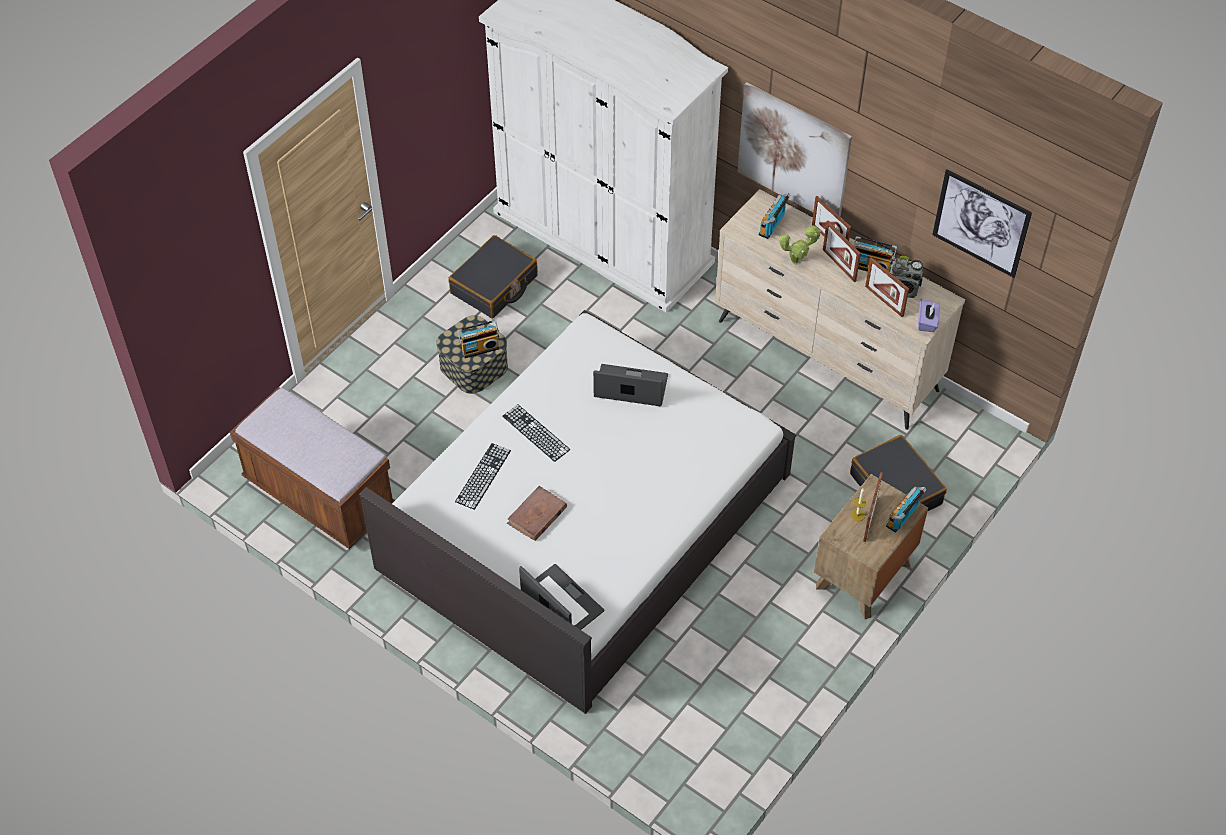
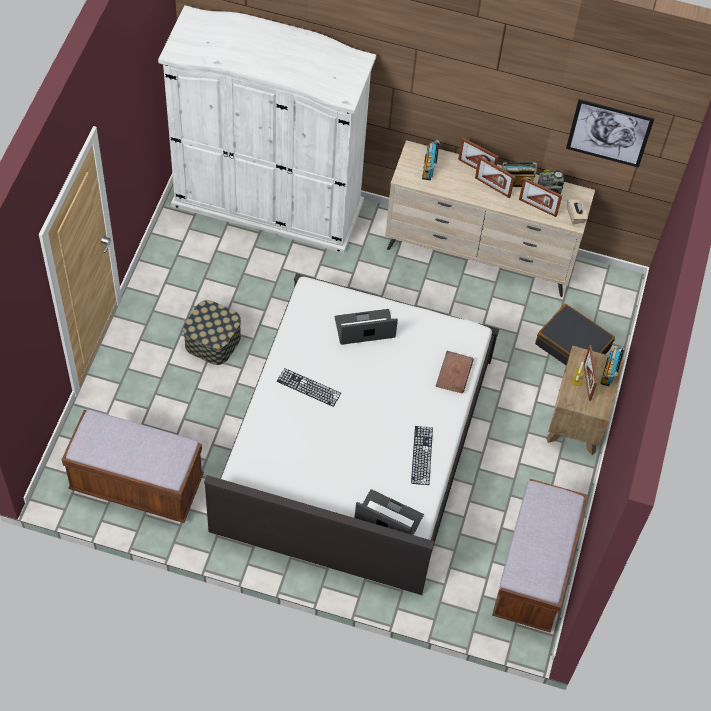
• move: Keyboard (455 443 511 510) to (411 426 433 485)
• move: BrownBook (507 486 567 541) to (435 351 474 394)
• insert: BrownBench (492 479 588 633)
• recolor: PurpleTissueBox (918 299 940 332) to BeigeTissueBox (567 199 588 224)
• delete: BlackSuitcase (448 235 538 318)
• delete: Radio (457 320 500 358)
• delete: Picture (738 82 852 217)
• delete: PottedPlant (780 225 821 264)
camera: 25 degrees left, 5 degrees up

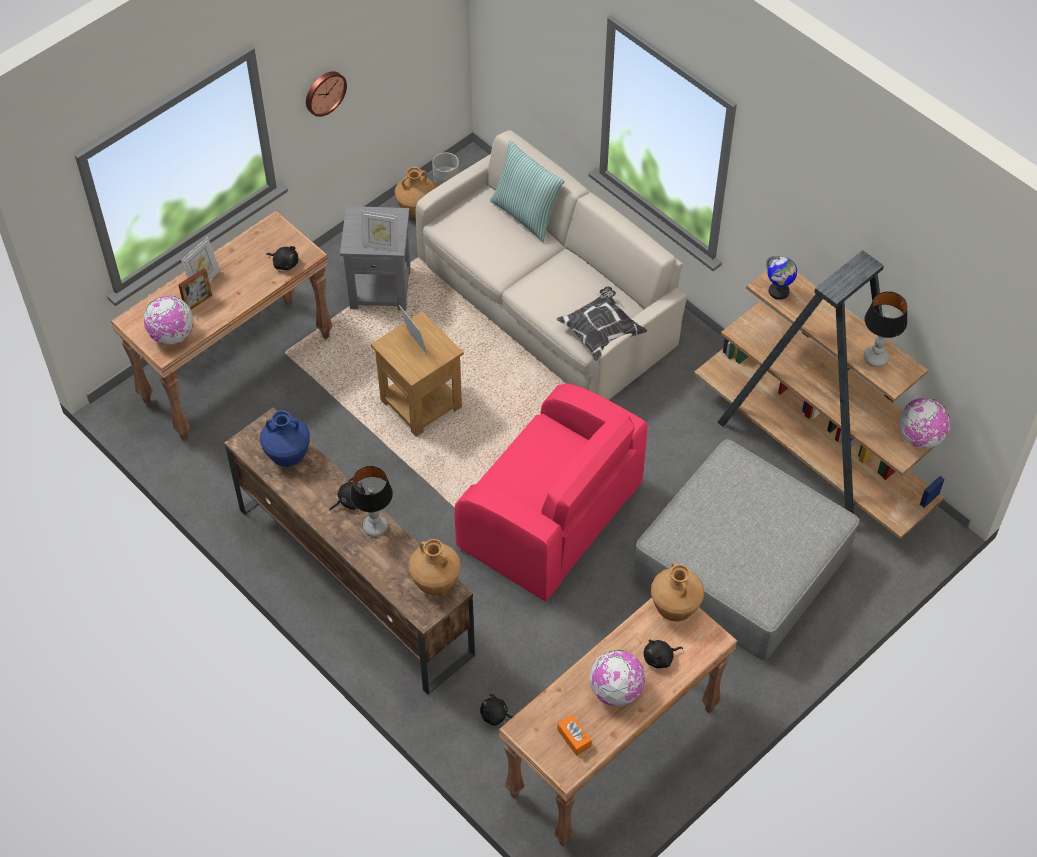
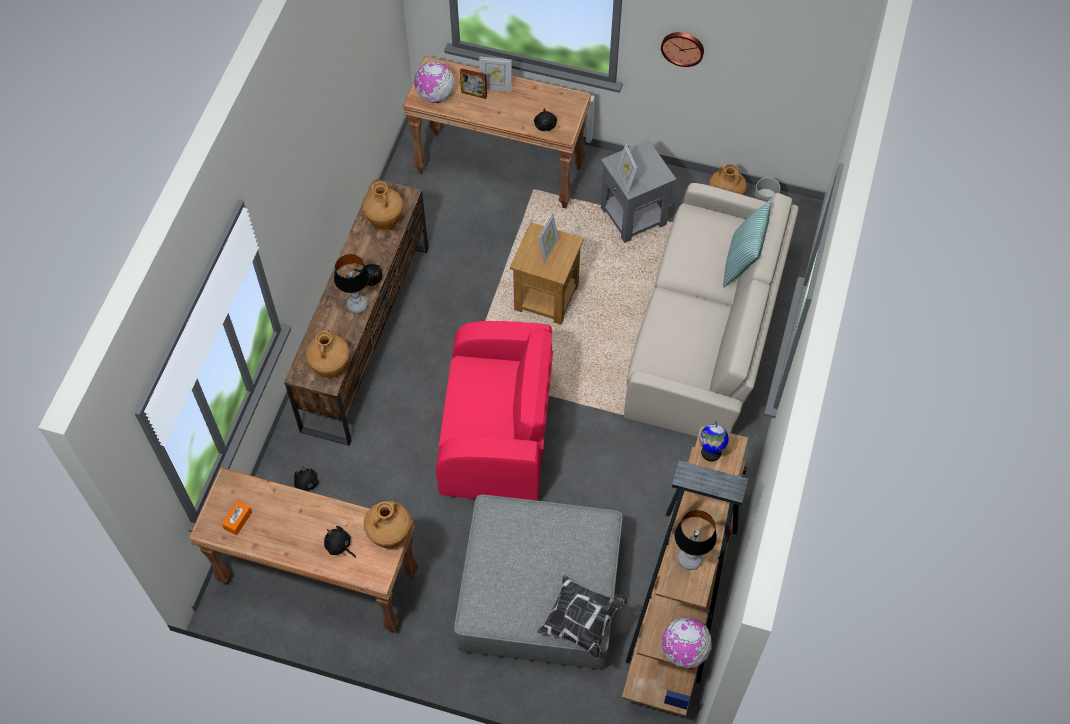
• recolor: BlueVase (260 411 310 467) to BrownVase (362 182 403 230)
• rotate: PinkArmchair (454 383 647 602) = (436 321 553 501) 90 degrees counterclockwise
• move: Pillow (557 286 648 361) to (537 575 628 659)
• delete: Globe (589 650 645 706)
camera: 60 degrees right, 5 degrees up

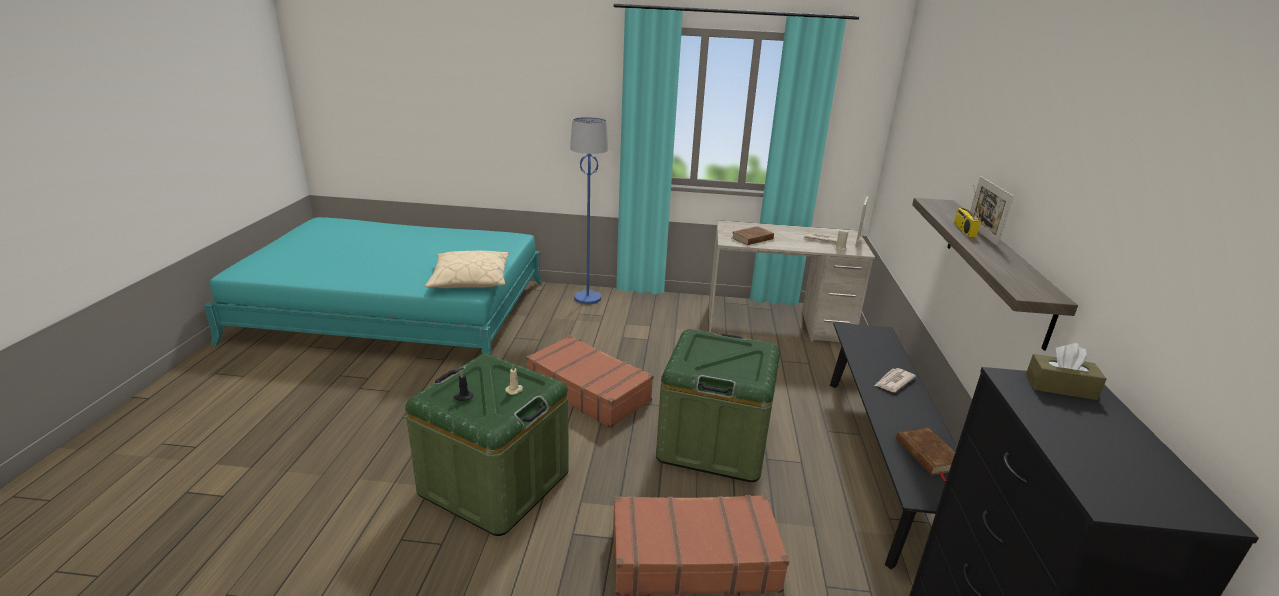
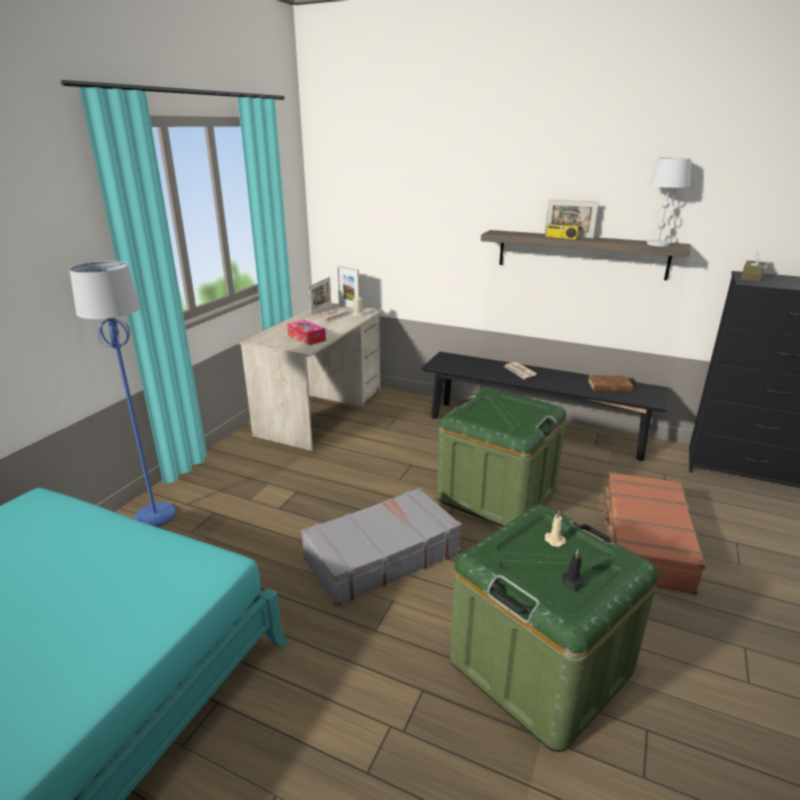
• replace: BrownBook (732 226 774 245) to TissueBox (287 320 326 345)
• recolor: BrownSuitcase (526 335 654 428) to GreySuitcase (301 487 462 606)
• insert: PictureFrame (309 277 331 315)
• insert: WhiteTableLamp (647 158 691 246)
• delete: BeigePillow (425 251 509 288)
camera: 70 degrees left, 0 degrees up

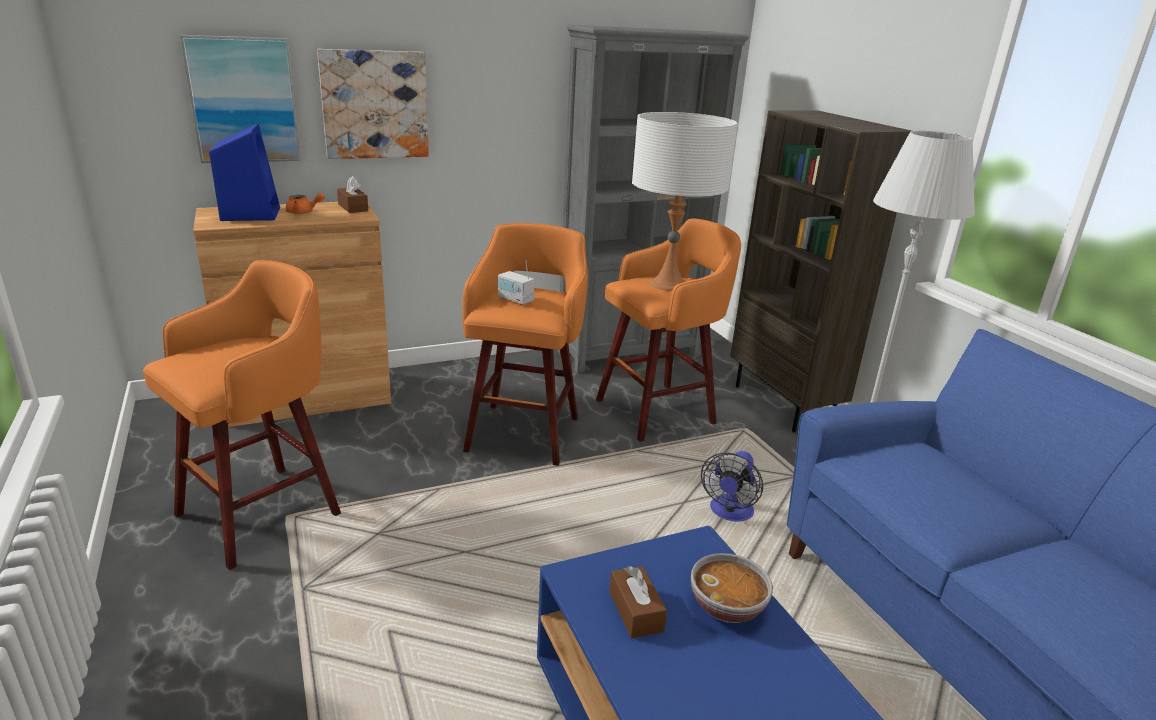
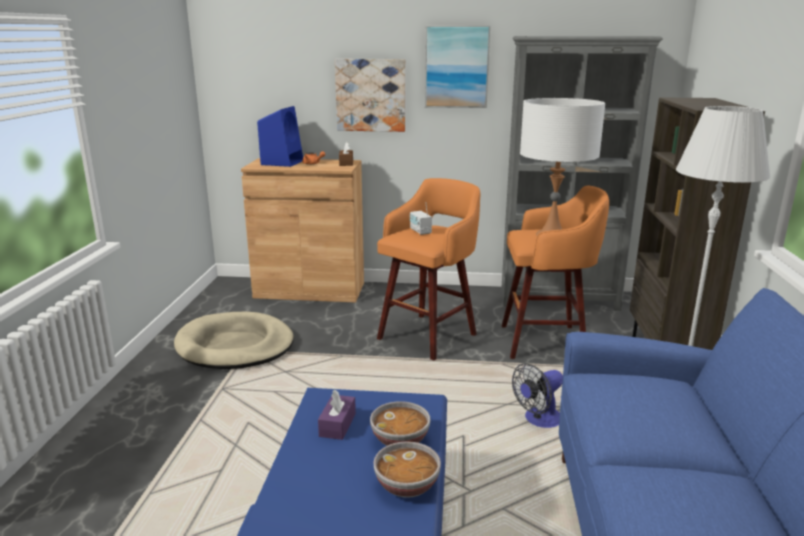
• replace: OrangeStool (143 260 341 570) to BeigeDogBed (174 312 294 369)
• recolor: BrownTissueBox (609 566 667 638) to PurpleTissueBox (318 390 356 440)
• insert: Bowl (373 441 441 498)
• move: Picture (180 35 301 163) to (425 26 490 108)
camera: 30 degrees right, 5 degrees down

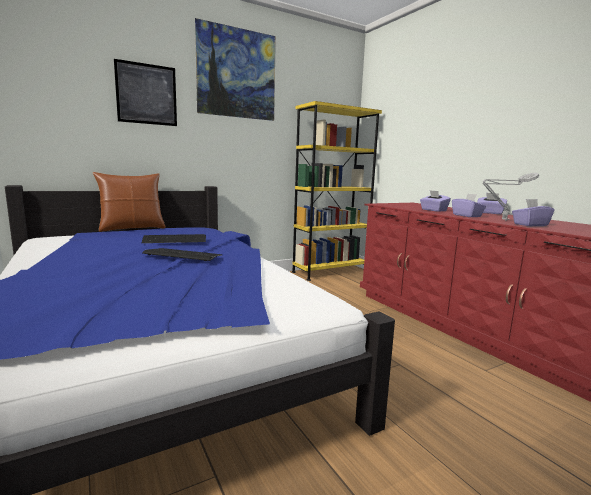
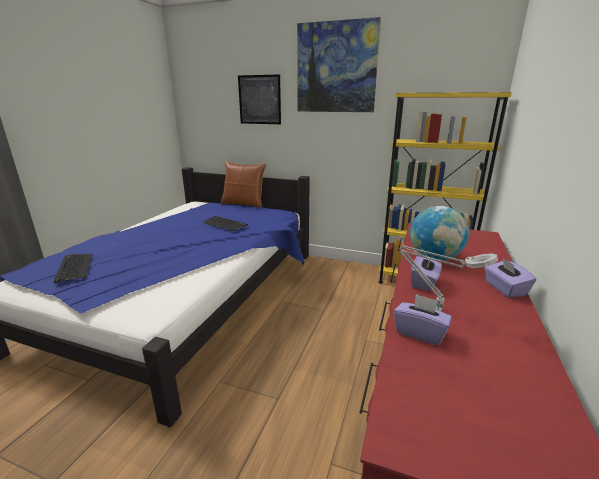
• move: Keyboard (142 248 223 261) to (54 254 92 283)
• replace: PurpleTissueBox (420 190 451 212) to Globe (410 206 469 260)
camera: 50 degrees right, 10 degrees up

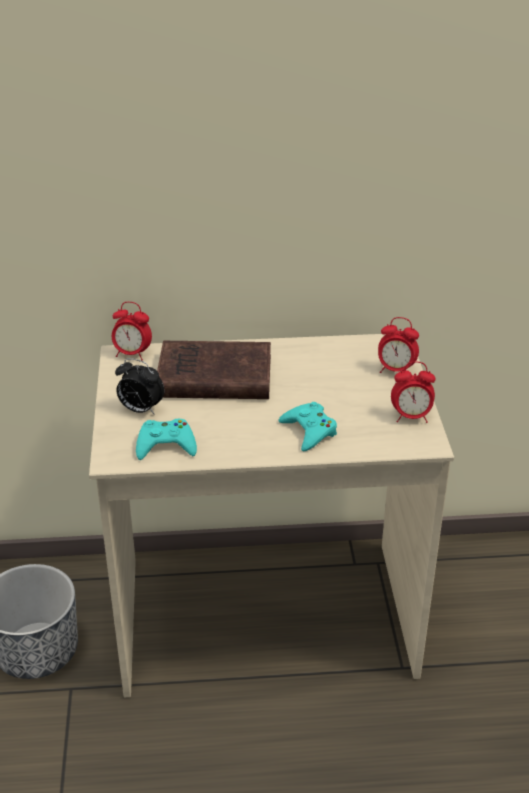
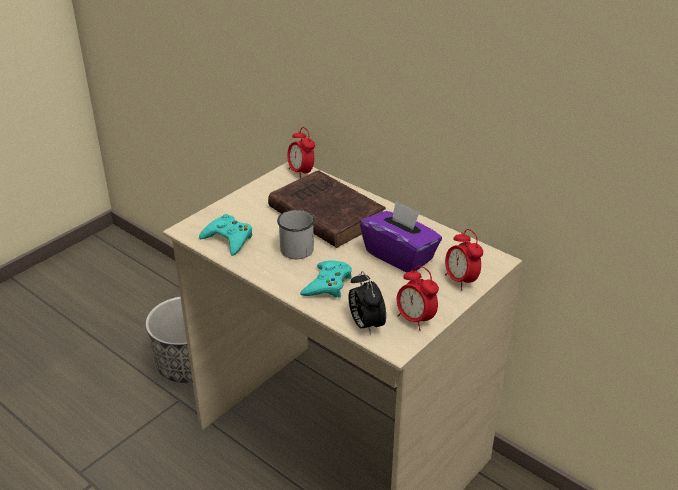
• insert: WhiteMug (277 209 315 259)
• move: AlarmClock (115 358 165 415) to (349 271 386 335)
• insert: PurpleTissueBox (360 201 442 272)
camera: 45 degrees right, 0 degrees up

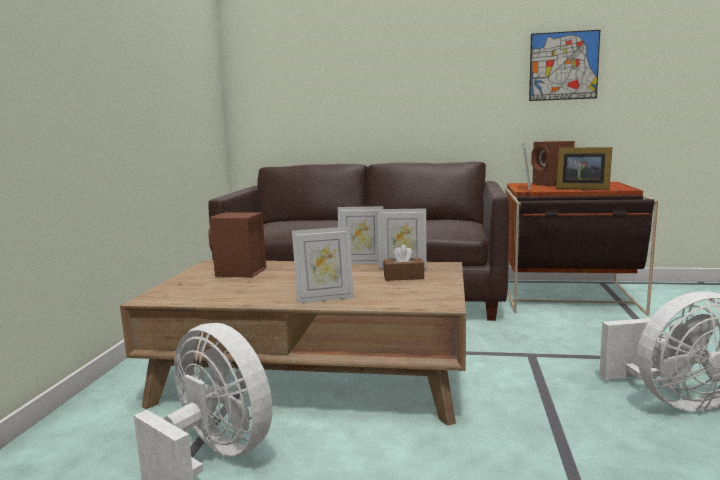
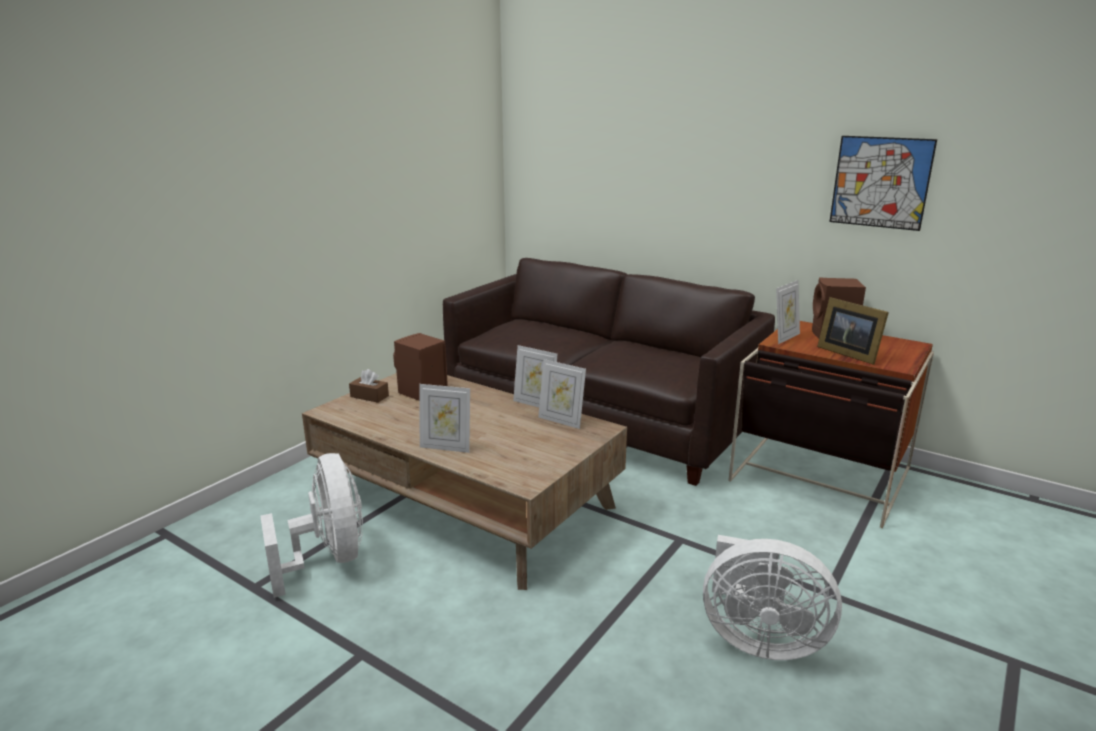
• move: BrownTissueBox (383 245 424 281) to (349 369 389 403)
camera: 25 degrees right, 10 degrees up

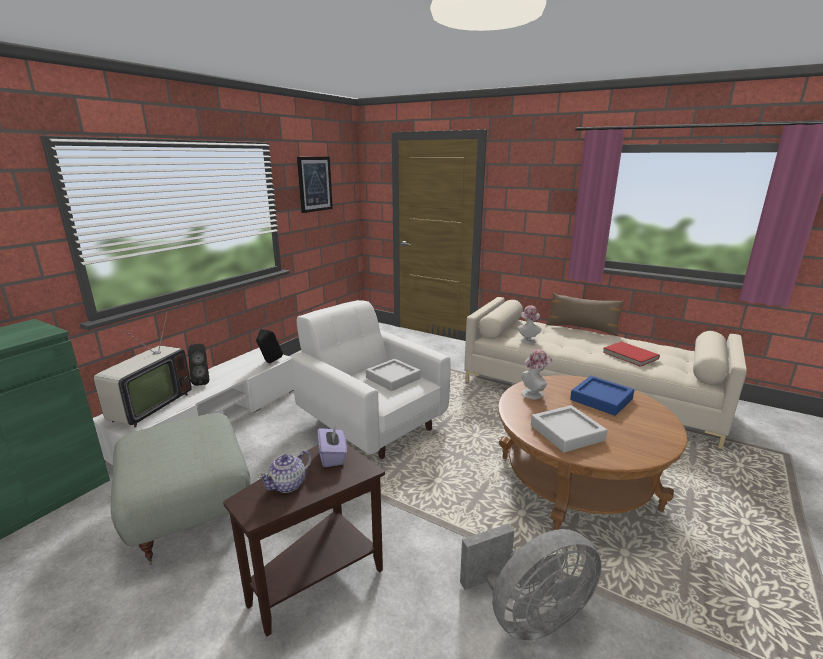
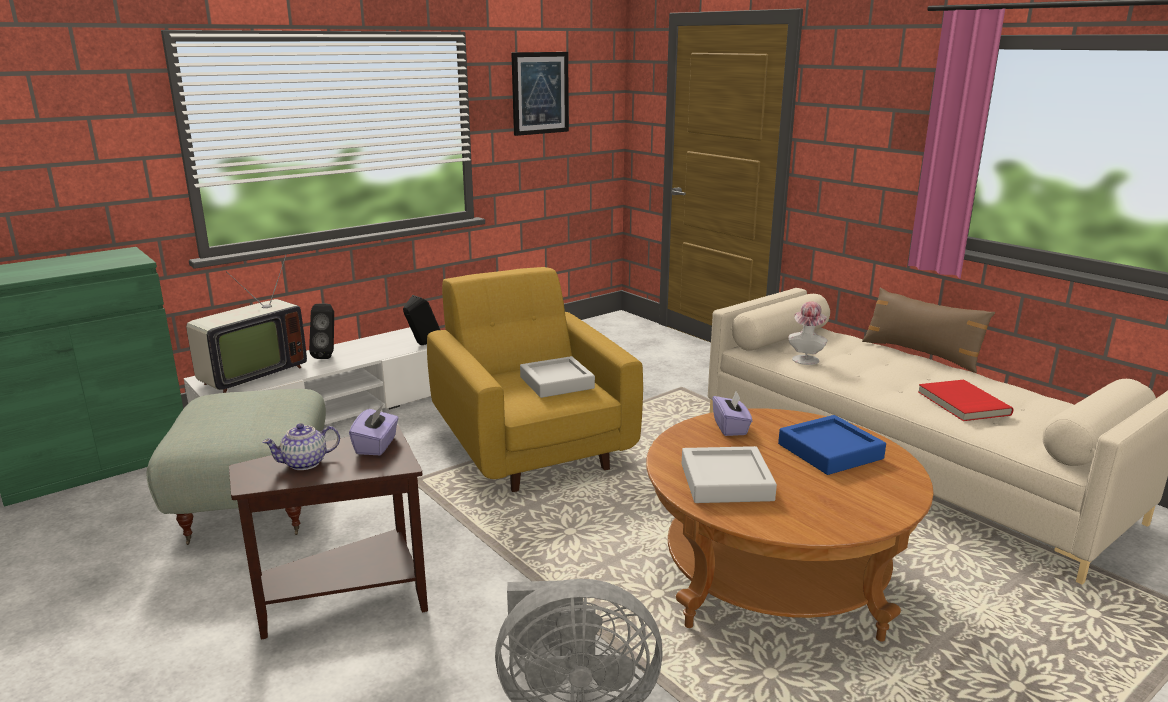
• recolor: WhiteArmchair (291 300 450 459) to YellowArmchair (427 267 643 492)
• replace: Hat (521 349 552 399) to PurpleTissueBox (712 391 752 436)
camera: 20 degrees right, 0 degrees up

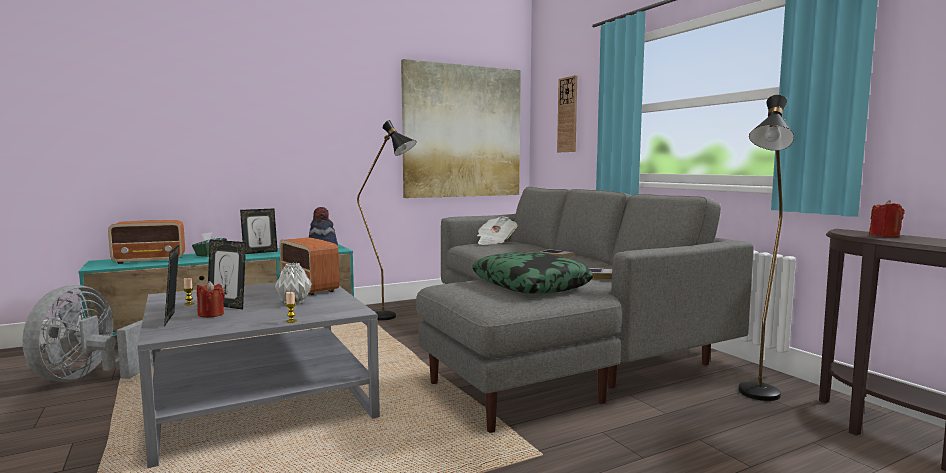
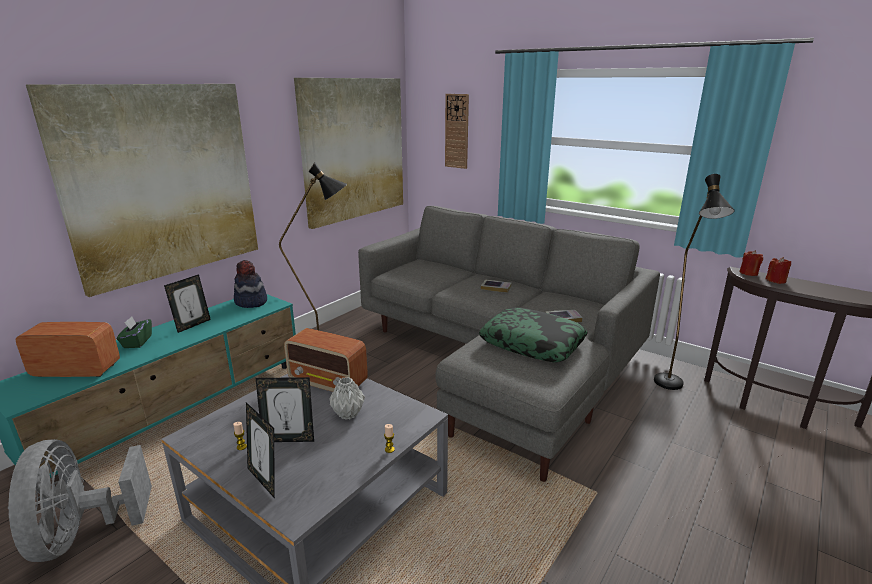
• rotate: Radio (108 220 185 264) = (15 322 120 377) 135 degrees counterclockwise
• insert: Picture (26 84 258 297)
• move: RedCandle (197 281 225 318) to (739 250 763 276)
• delete: Newspaper (477 217 518 245)
camera: 25 degrees left, 15 degrees up

